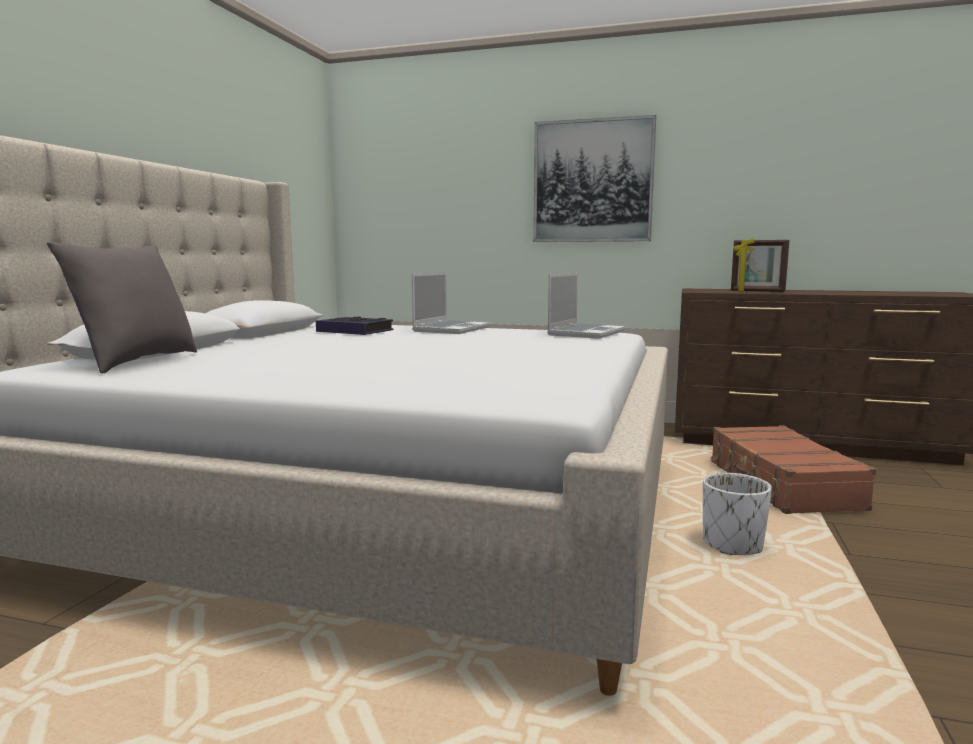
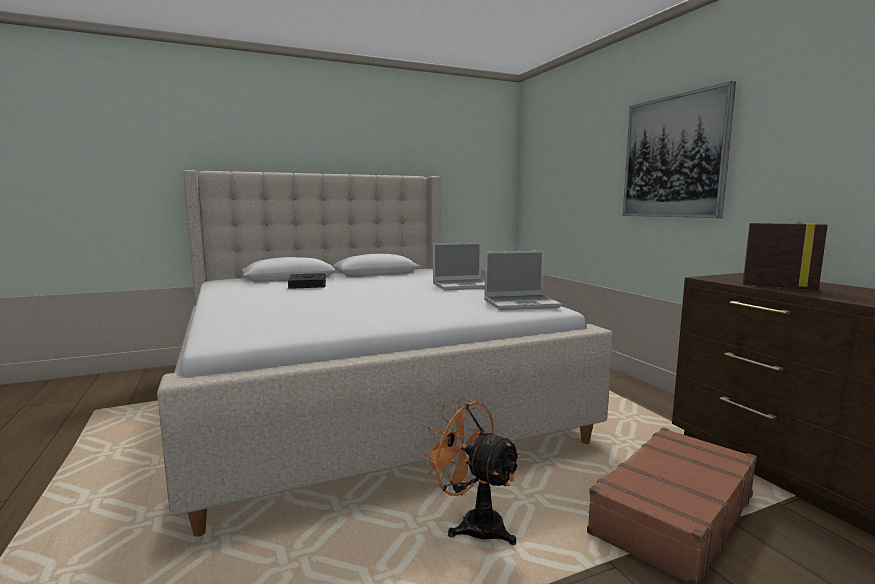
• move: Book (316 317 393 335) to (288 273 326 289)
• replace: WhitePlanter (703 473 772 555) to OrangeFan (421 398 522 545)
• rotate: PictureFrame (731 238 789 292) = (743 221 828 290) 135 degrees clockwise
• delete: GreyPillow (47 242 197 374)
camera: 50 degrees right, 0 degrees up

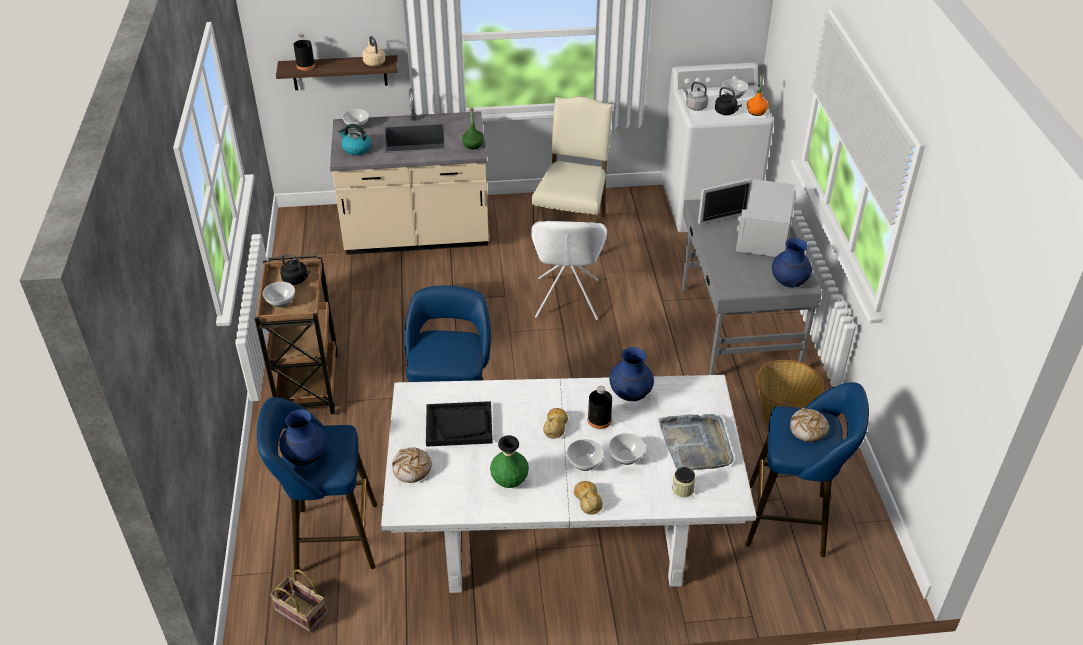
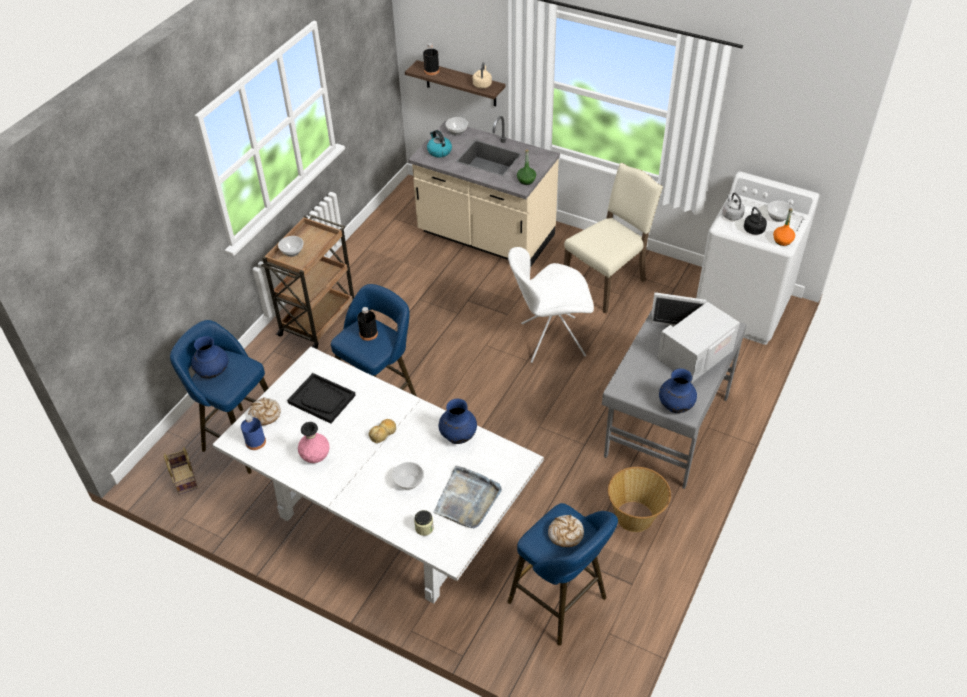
• insert: BlueBottle (241 415 266 450)
• recolor: GreenVase (490 435 529 488) to PinkVase (298 422 330 463)
• move: BlackBottle (588 385 612 429) to (357 307 378 341)
• rotate: WhiteChair (531 221 607 320) = (508 247 594 363) 45 degrees clockwise
• delete: BlackKettle (280 254 310 285)
• delete: Bowl (567 439 604 471)
• delete: Bread (574 481 603 515)
camera: 35 degrees right, 5 degrees up

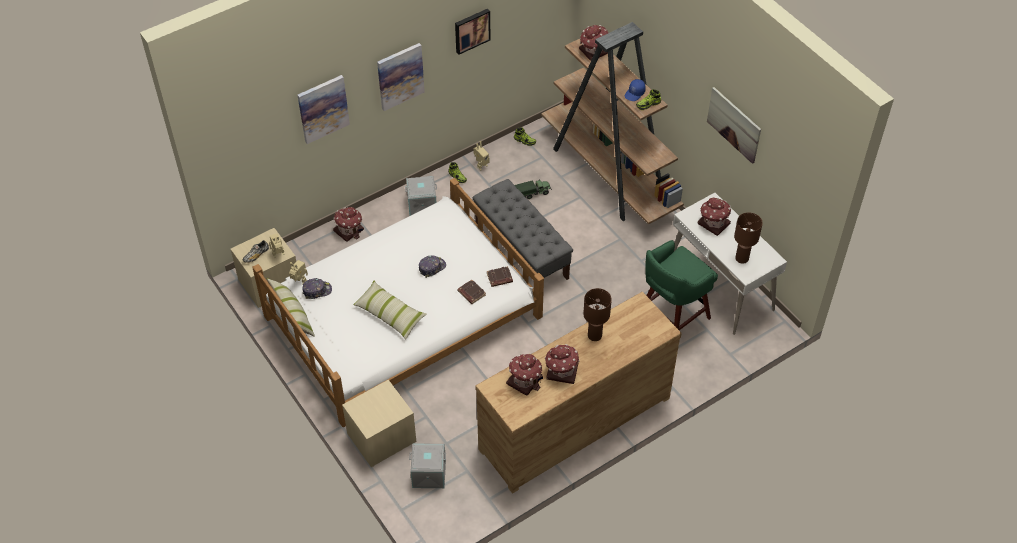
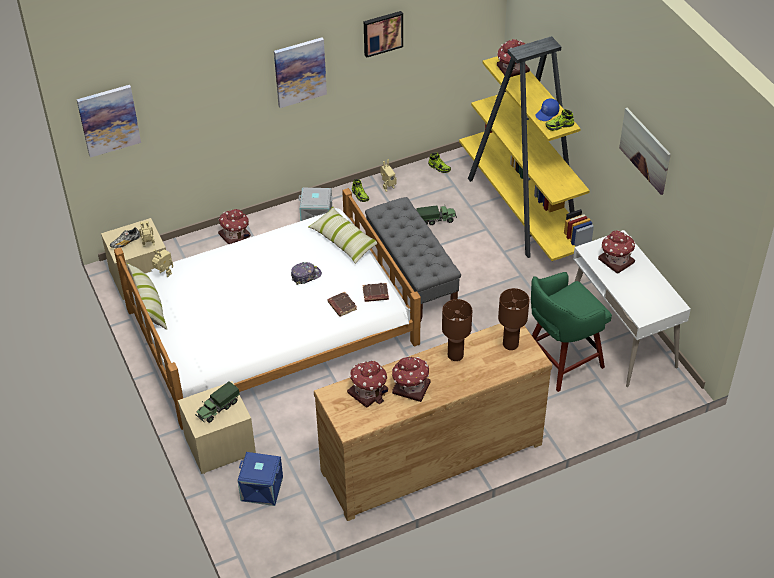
• move: Picture (297 75 350 144) to (77 85 141 158)
• insert: ToyTruck (195 381 240 423)
• recolor: GreyStorageBox (409 443 446 488) to BlueStorageBox (237 452 283 506)
• move: Pillow (353 281 427 339) to (309 207 377 264)
• recolor: BrownBookcase (541 22 684 225) to YellowBookcase (459 36 594 261)
• move: BrownTableLamp (734 212 763 264) to (498 288 529 350)
• delete: Cap (302 278 332 299)
camera: 10 degrees right, 5 degrees down

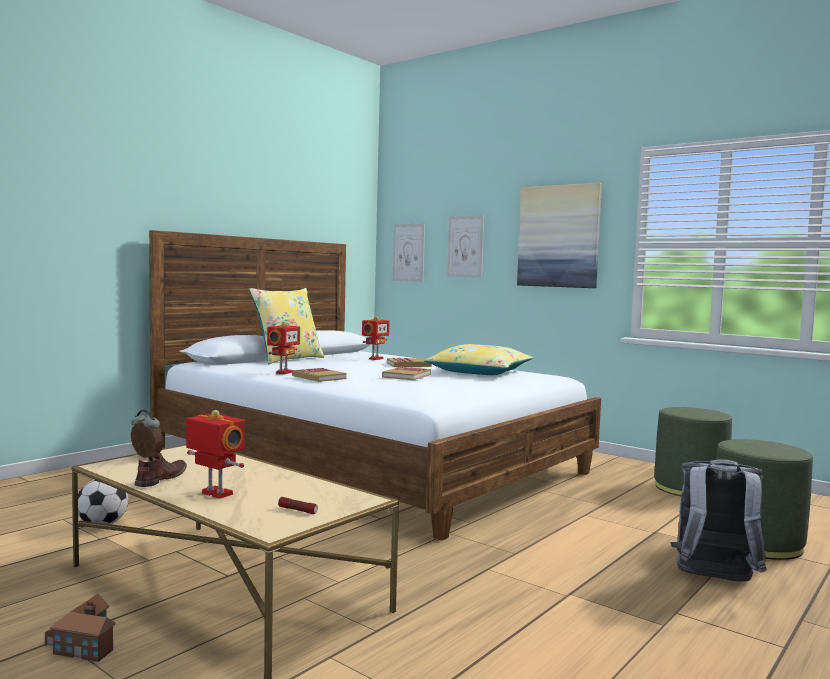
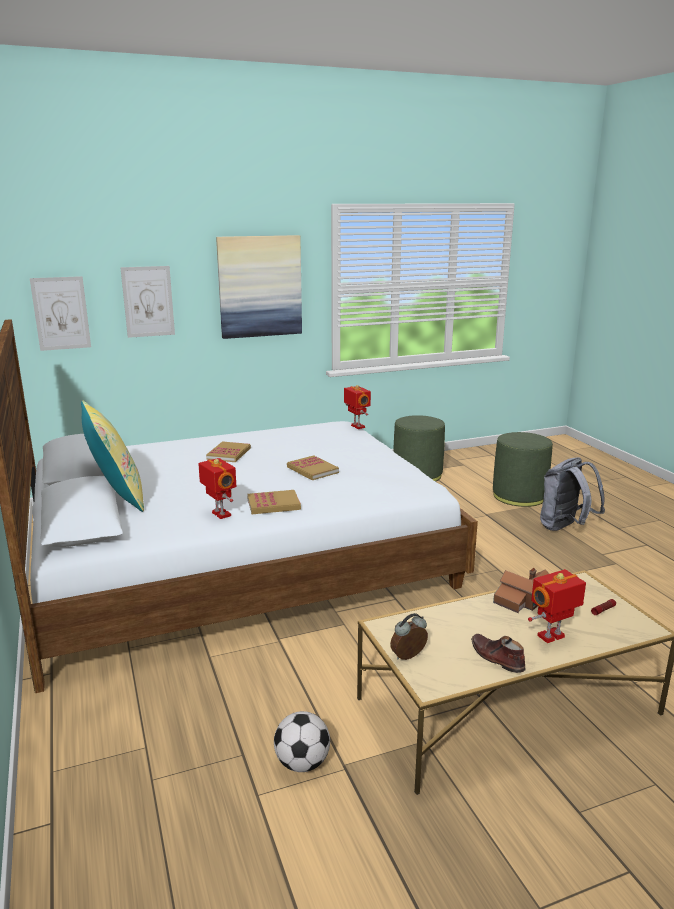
• move: ToyRobot (362 316 389 360) to (344 385 371 429)
• move: ToyHouse (45 594 116 662) to (493 568 549 613)
• delete: YellowPillow (424 344 533 375)
camera: 60 degrees left, 15 degrees up

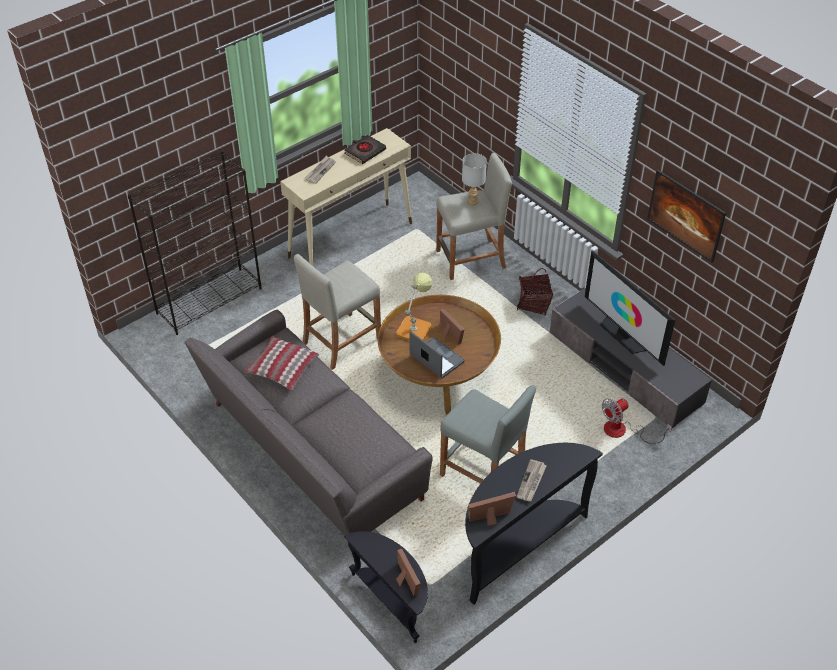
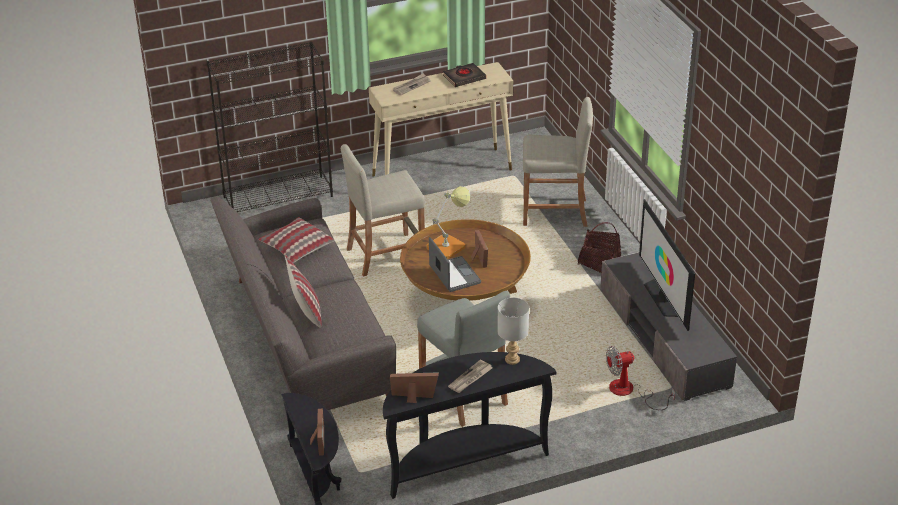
• insert: Pillow (285 255 322 328)
• move: GreyTableLamp (462 153 487 205) to (497 298 529 365)
• delete: Picture (647 170 726 263)
camera: 20 degrees right, 10 degrees down

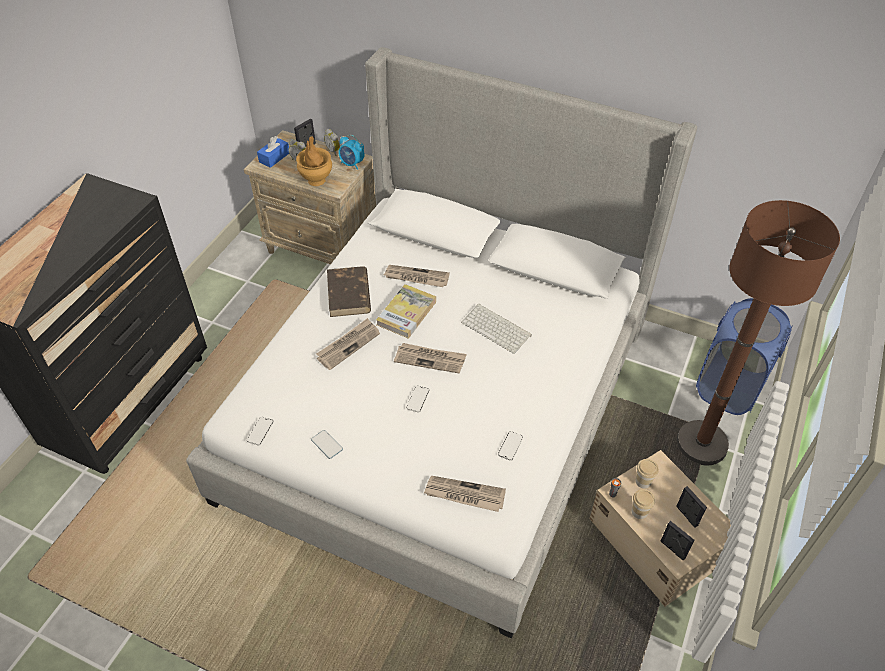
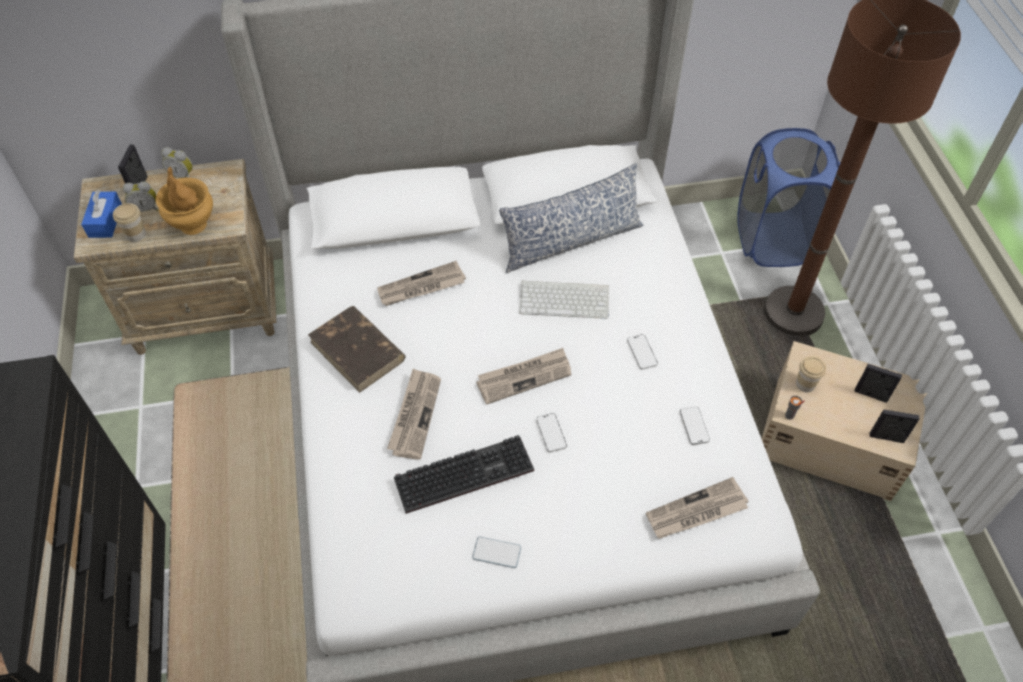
• move: Cup (632 489 655 519) to (113 203 146 242)
• insert: Keyboard (394 435 534 514)
• insert: Pillow (499 163 643 273)
• move: Phone (247 417 273 445) to (627 334 658 370)
• delete: AlarmClock (338 135 365 170)
• delete: Book (376 284 436 339)
camera: 35 degrees left, 5 degrees up

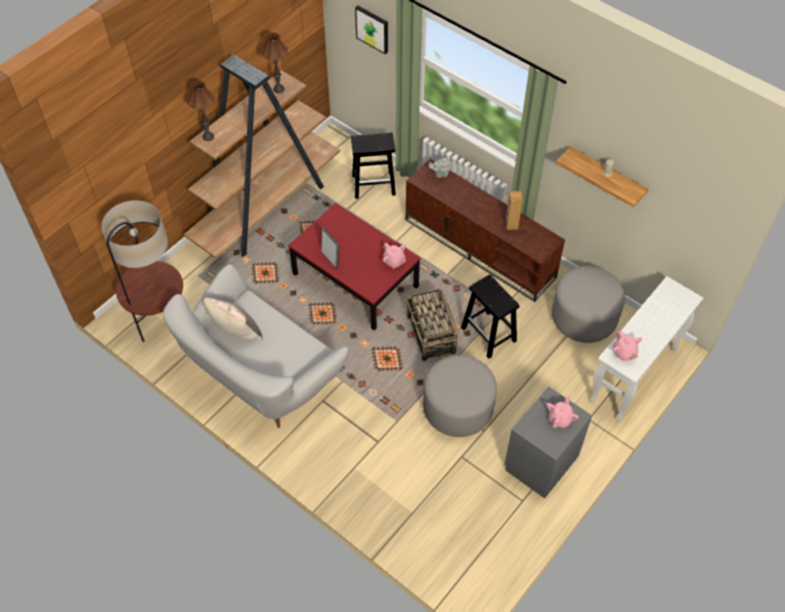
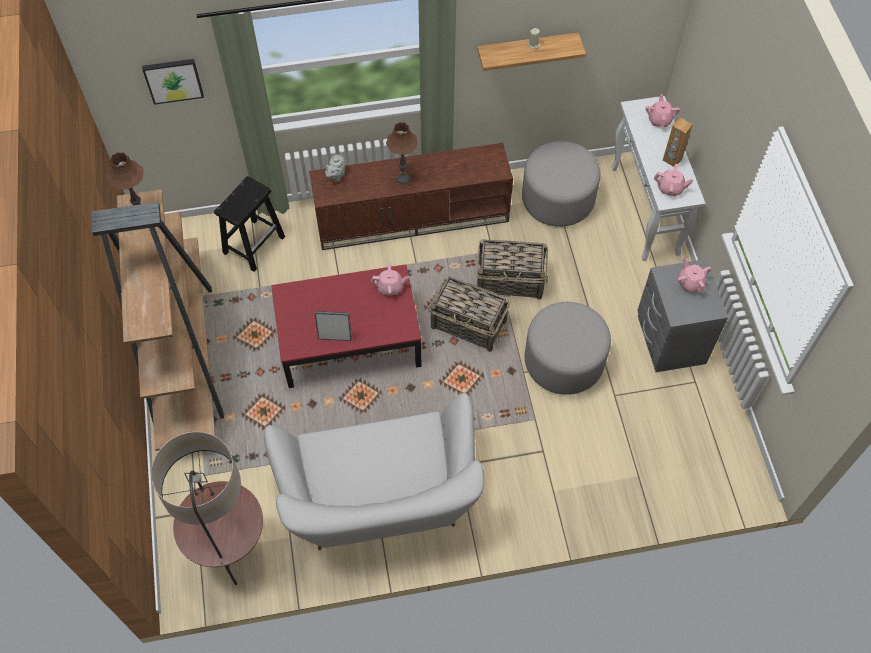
• move: BrownTableLamp (186 80 215 141) to (386 122 418 184)
• replace: BlackStool (461 275 519 358) to Basket (477 239 548 300)
• insert: PinkTeapot (645 94 680 127)
• move: BrownSpeaker (506 191 523 230) to (663 117 693 167)
• delete: BeigePillow (204 298 263 340)
camera: 50 degrees left, 5 degrees up

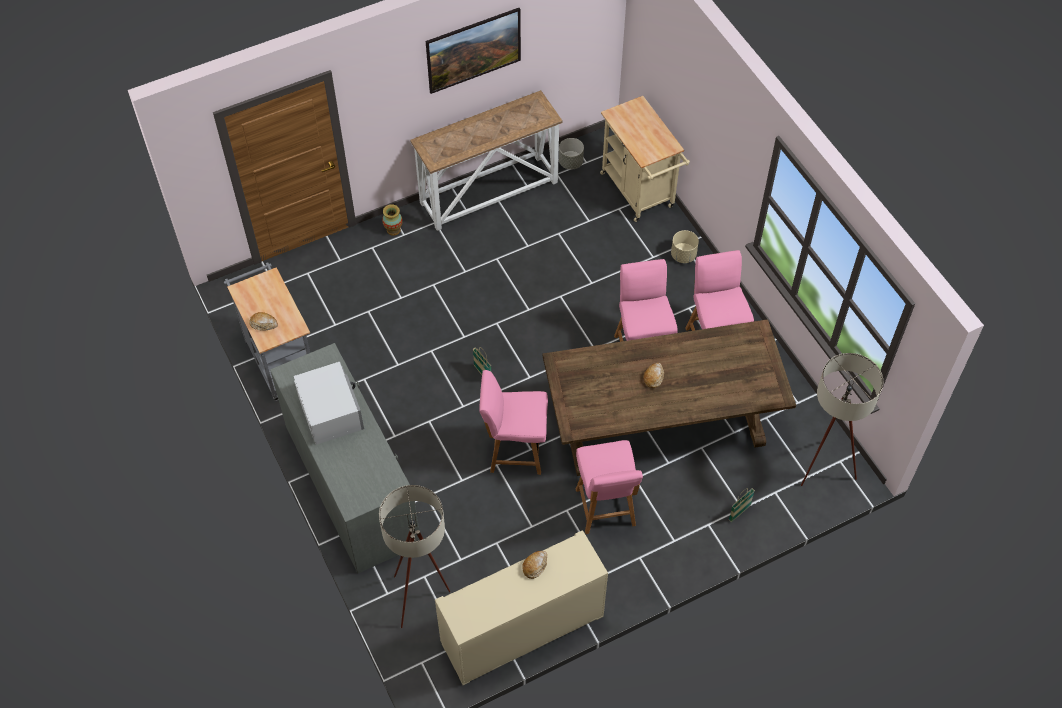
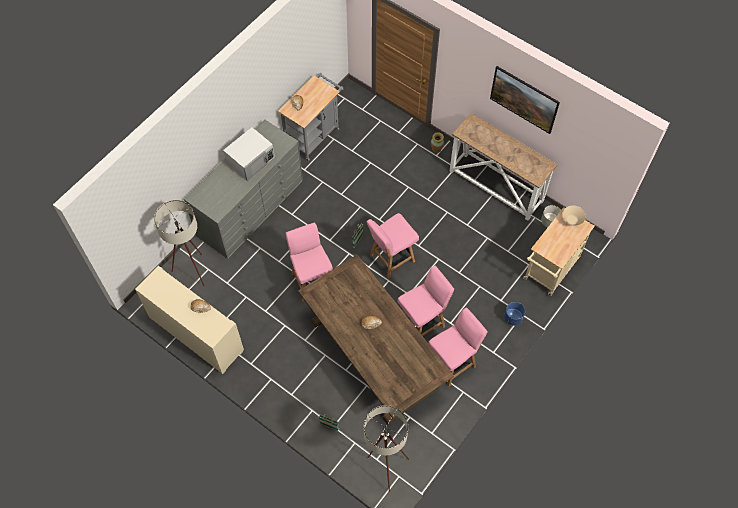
• move: PinkChair (576 440 643 534) to (367 213 419 278)
• recolor: BeigePlanter (671 230 699 263) to BluePlanter (504 302 525 326)
• insert: BeigeBowl (562 206 586 226)
camera: 65 degrees right, 5 degrees up

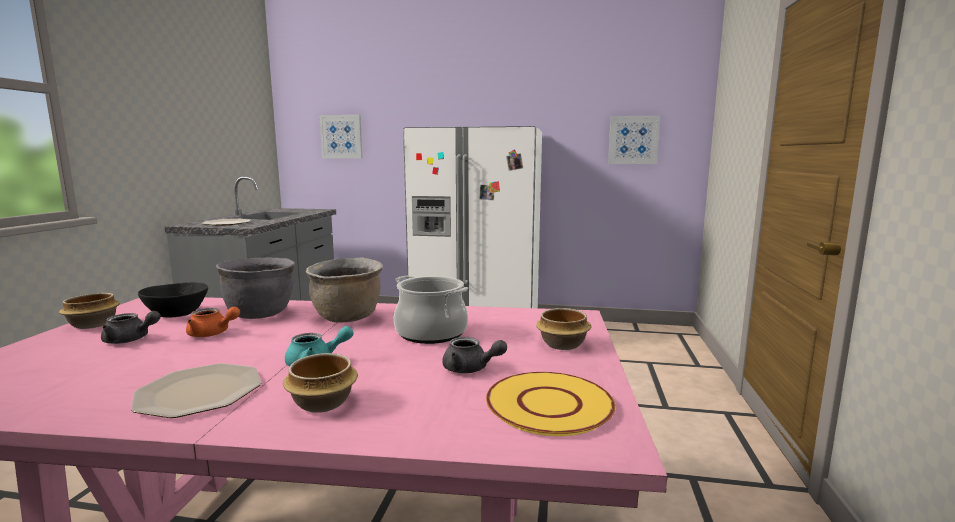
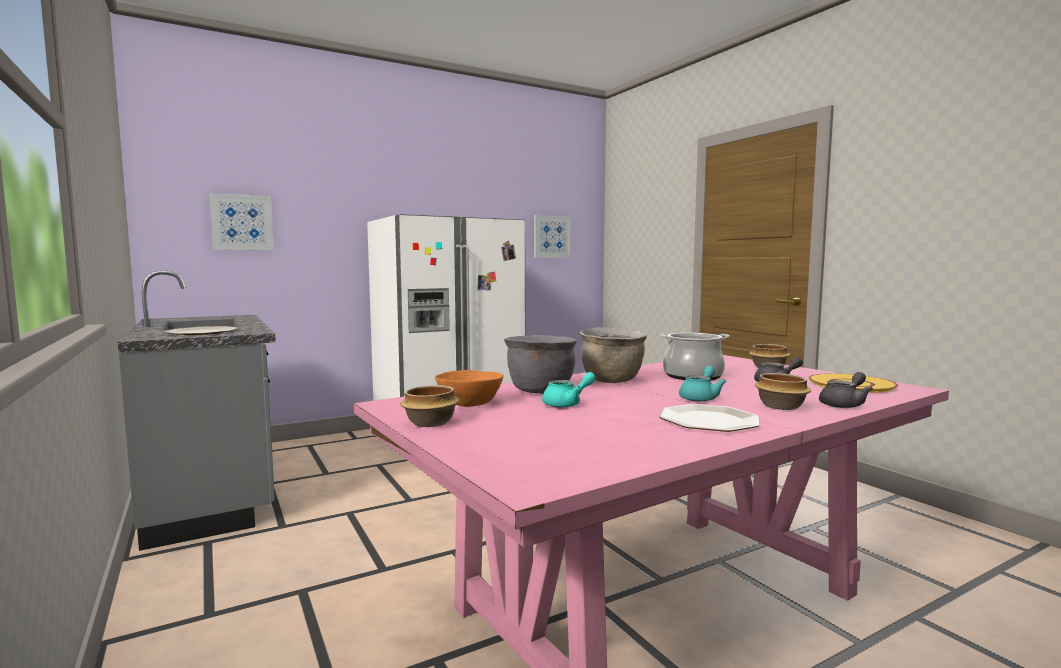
• recolor: BlackBowl (138 282 208 317) to OrangeBowl (435 370 504 407)
• recolor: OrangeTeapot (186 307 240 337) to TurquoiseTeapot (542 372 596 408)
• move: GreyTeapot (101 311 161 344) to (819 372 873 408)
camera: 40 degrees left, 5 degrees down

